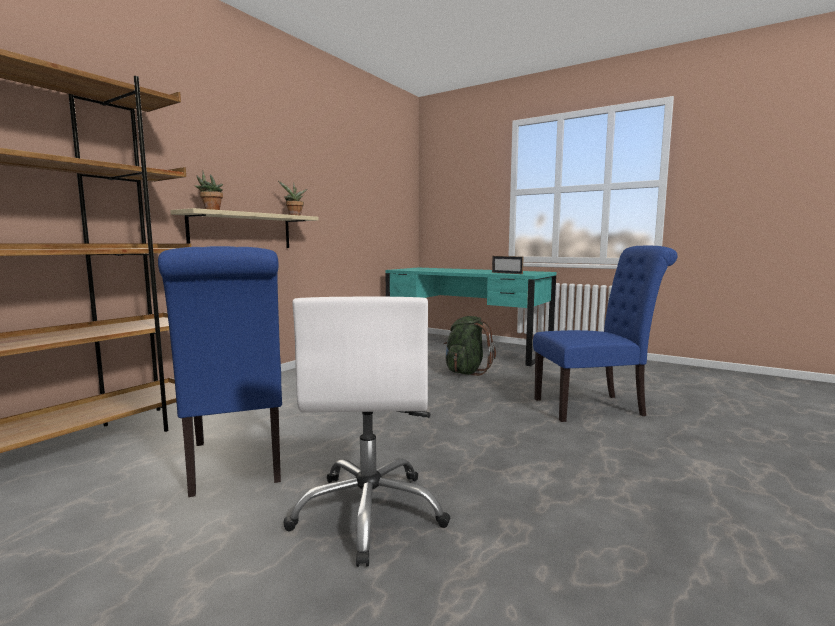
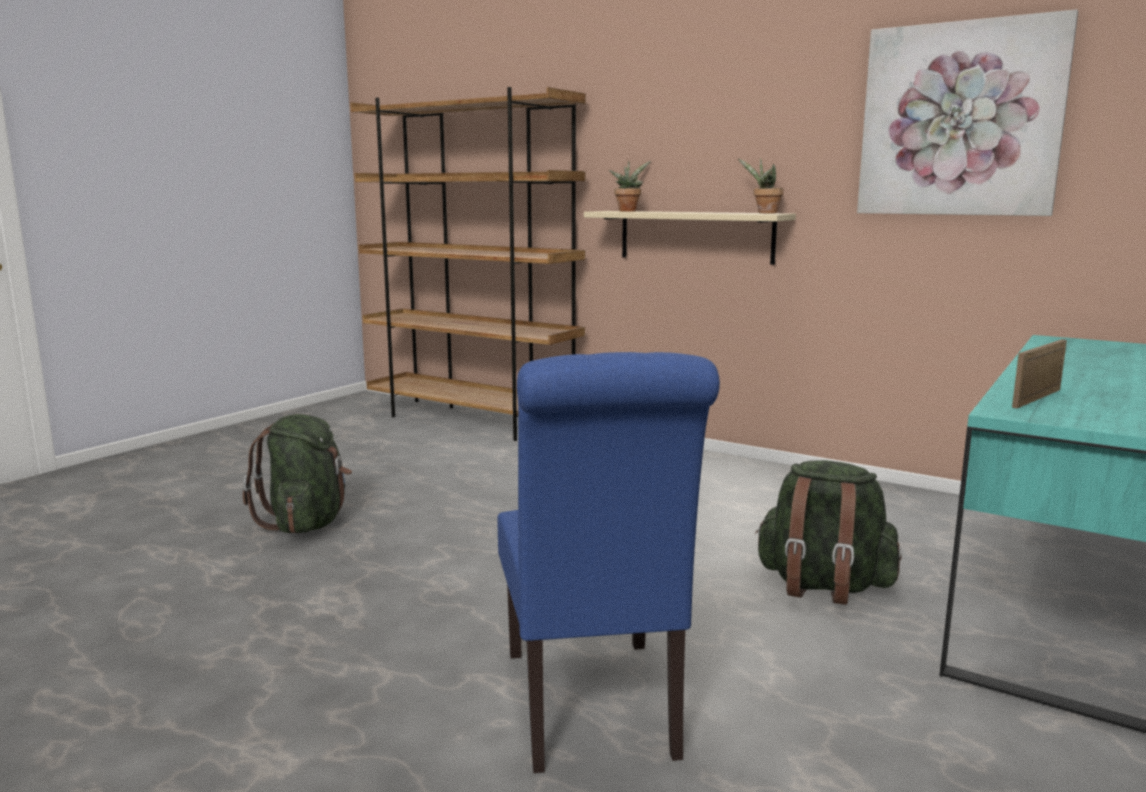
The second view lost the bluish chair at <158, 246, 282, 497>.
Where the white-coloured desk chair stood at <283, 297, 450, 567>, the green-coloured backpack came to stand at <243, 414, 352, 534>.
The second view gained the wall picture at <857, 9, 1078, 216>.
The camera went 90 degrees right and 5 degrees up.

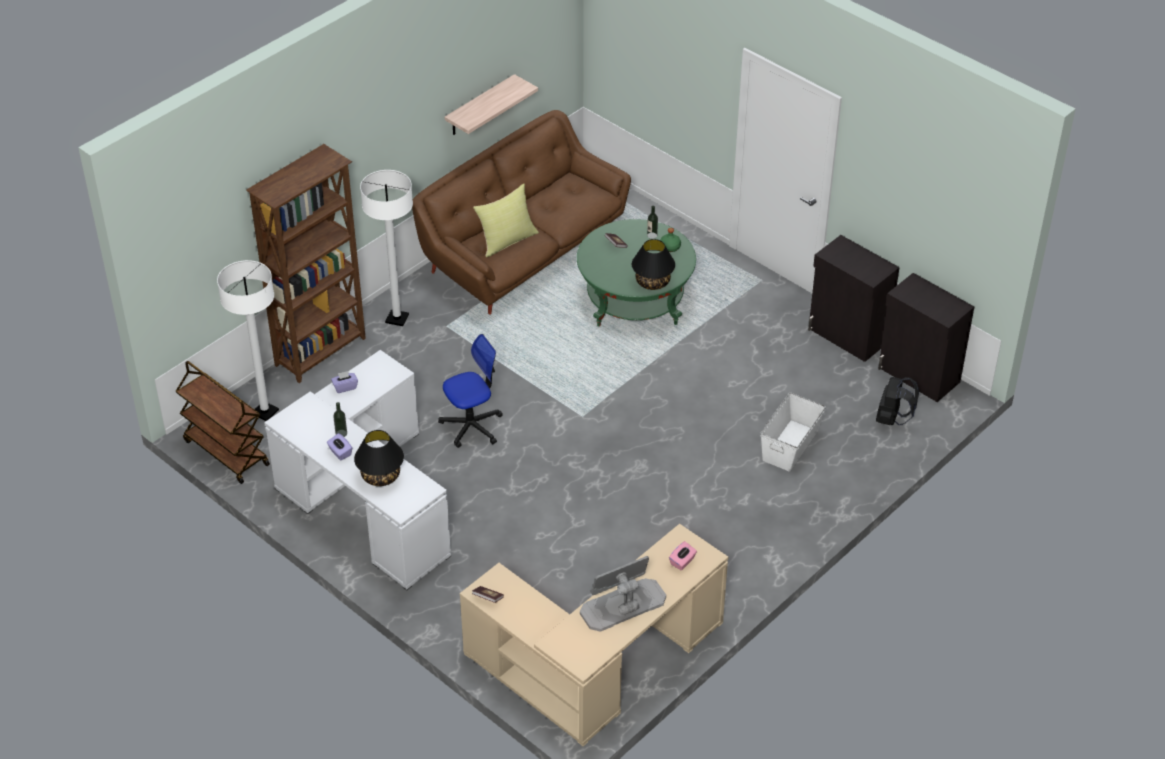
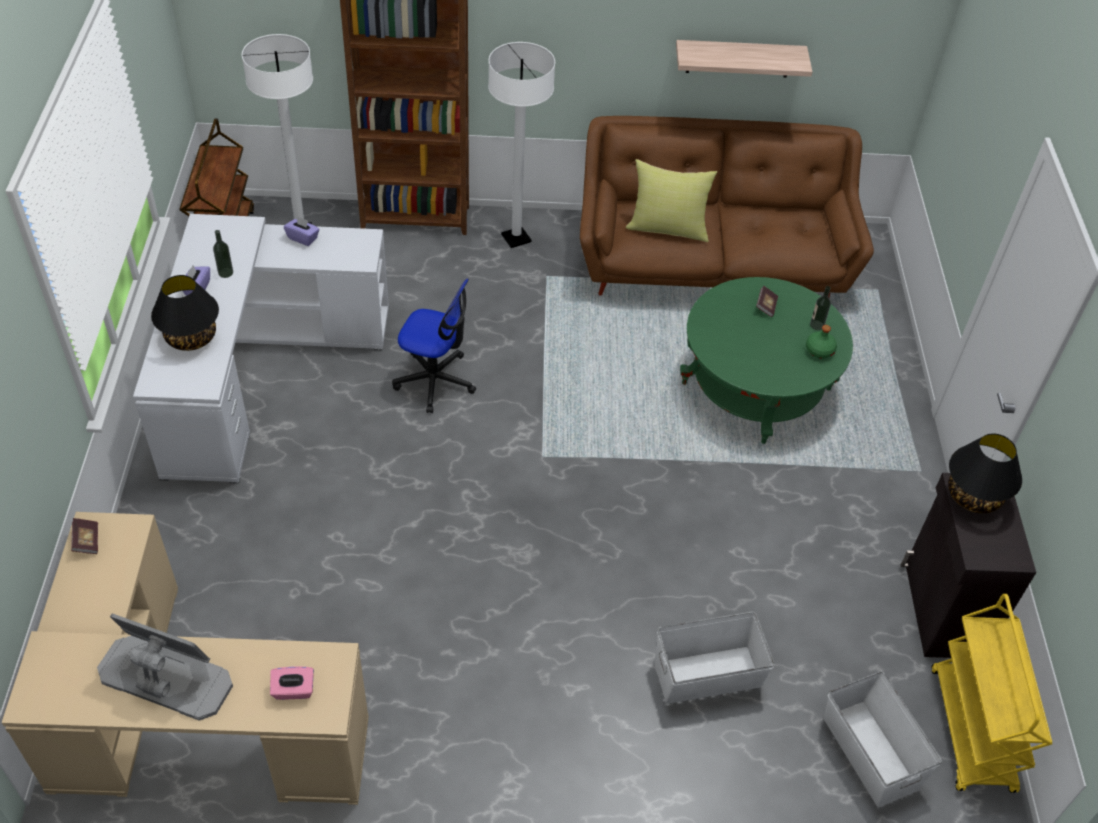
The black-coloured tabletop lamp ended up elsewhere, having gone from <632, 239, 675, 290> to <948, 433, 1022, 513>.
Where the black-coloured cupboard stood at <878, 273, 974, 402>, the yellow-coloured cart came to stand at <931, 594, 1052, 793>.
Where the black-coloured backpack stood at <876, 377, 919, 425>, the white-coloured storage container came to stand at <823, 671, 942, 807>.
The camera went 45 degrees right and 5 degrees up.

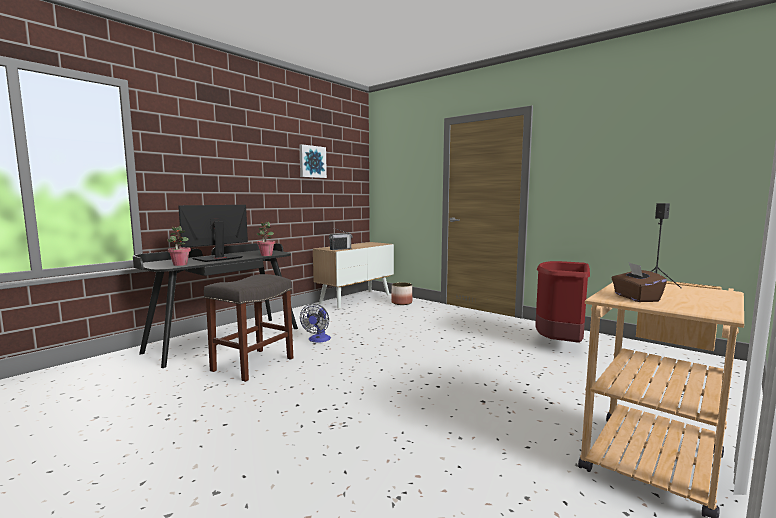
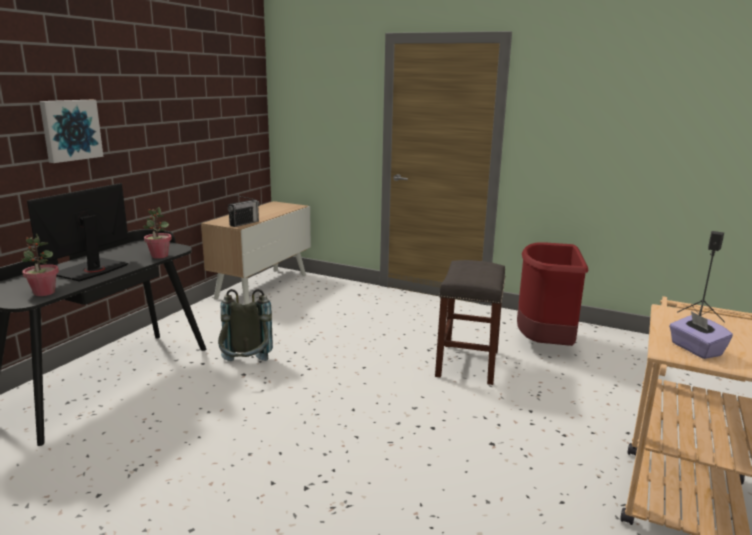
The wall picture ended up elsewhere, having gone from <299, 144, 327, 178> to <39, 100, 104, 163>.
What was the brown box of tissues at <612, 263, 667, 302> turned into the purplish box of tissues at <669, 311, 733, 359>.
The gray stool ended up elsewhere, having gone from <204, 274, 293, 382> to <435, 260, 505, 385>.
The second view lost the flower pot at <391, 282, 412, 305>.
Where the electric fan stood at <300, 304, 331, 343>, the gray backpack came to stand at <218, 289, 273, 361>.
The camera went 15 degrees left and 10 degrees up.

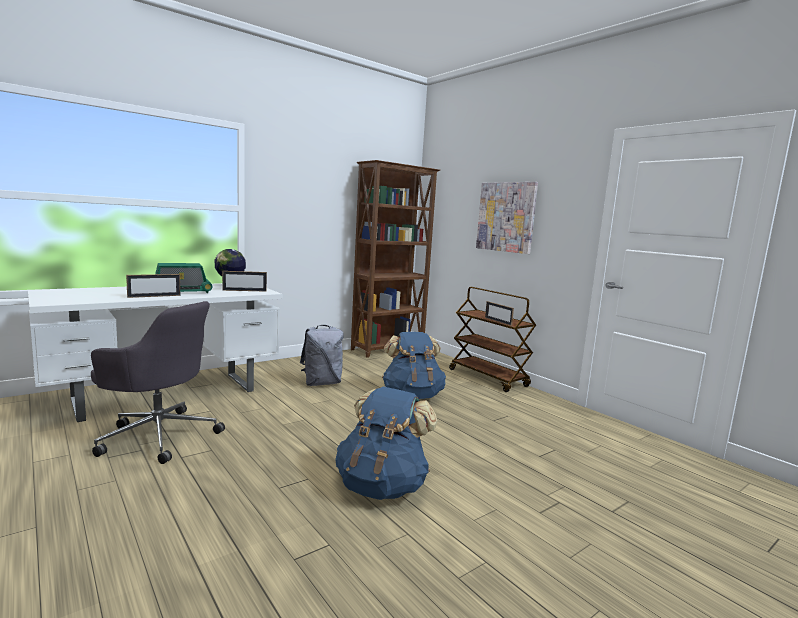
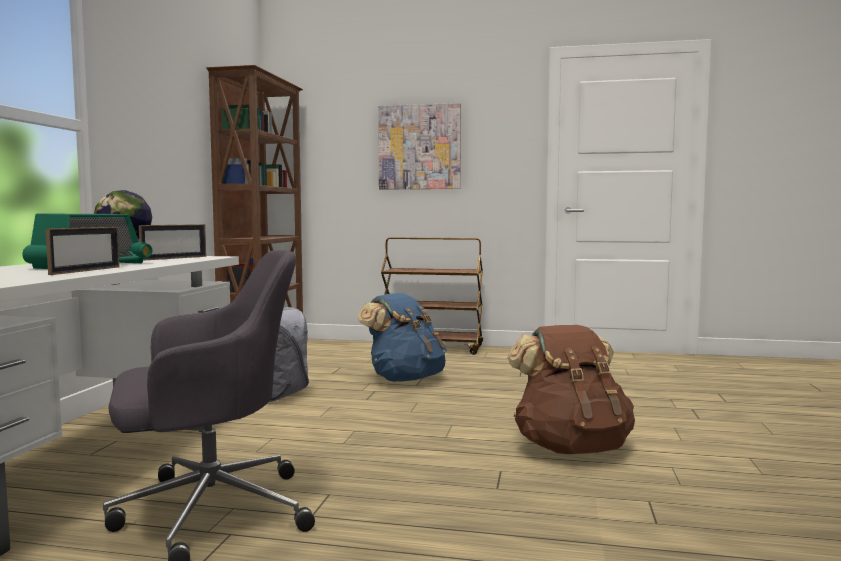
The second view lost the standing frame at <485, 301, 514, 326>.
What was the bluish backpack at <335, 386, 438, 500> turned into the brown backpack at <508, 325, 635, 454>.
The camera went 40 degrees left and 5 degrees down.

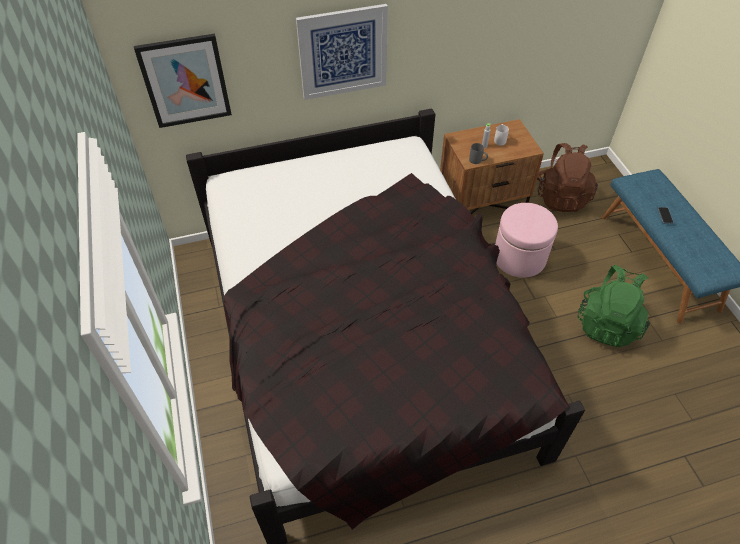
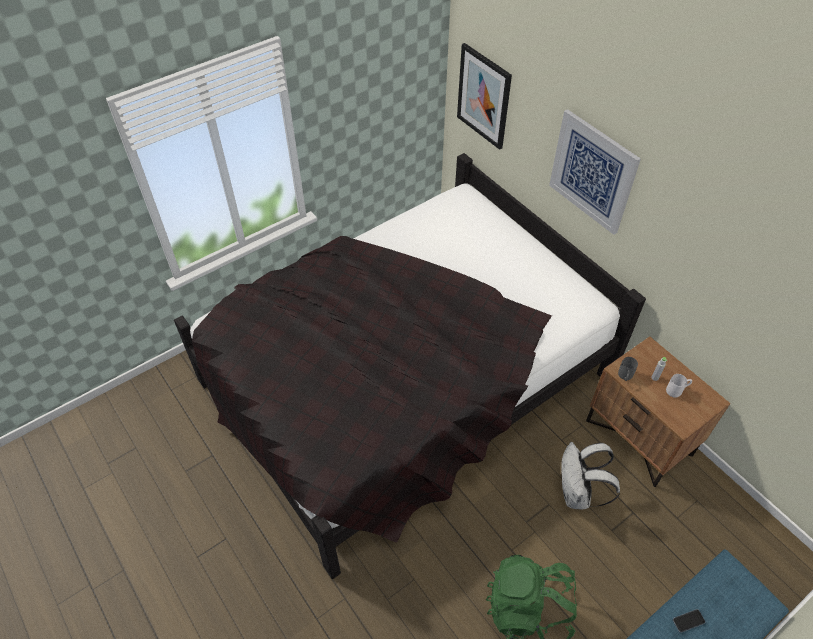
The second view lost the brown backpack at <537, 143, 598, 212>.
Where the pink footrest stood at <495, 203, 558, 278>, the white-coloured backpack came to stand at <561, 442, 620, 509>.
The camera went 70 degrees right and 0 degrees up.

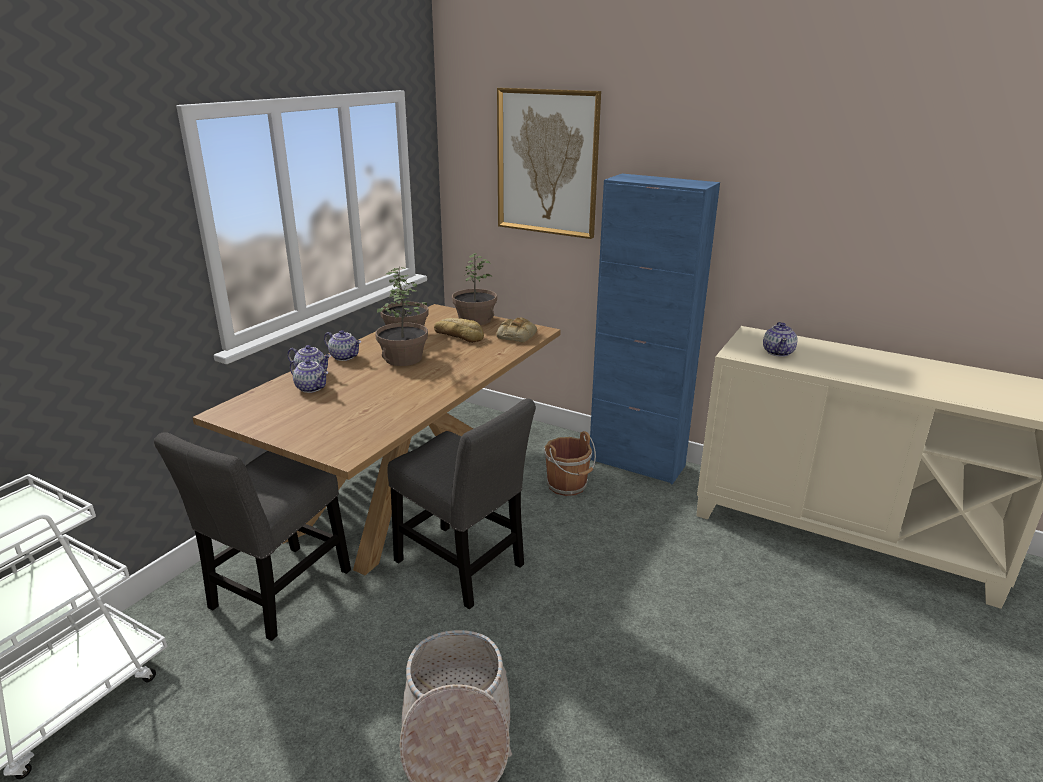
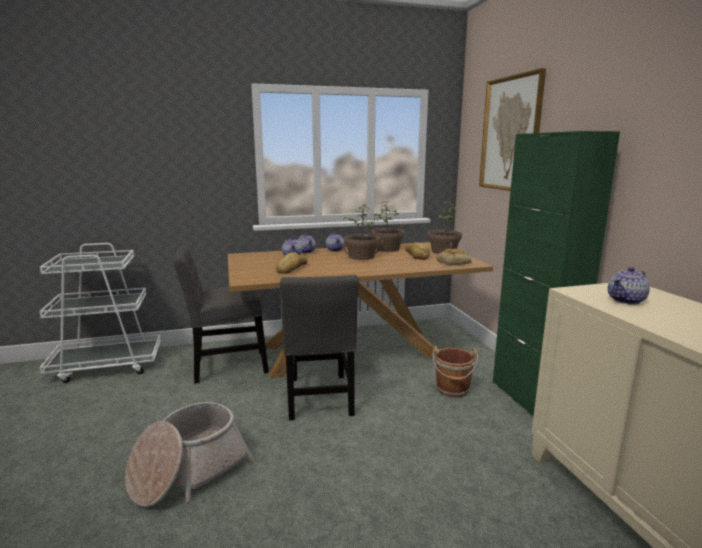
What was the bluish cupboard at <590, 174, 720, 484> turned into the green-coloured cupboard at <493, 131, 620, 417>.
The second view gained the bread at <276, 252, 308, 274>.
The camera went 45 degrees right and 10 degrees down.

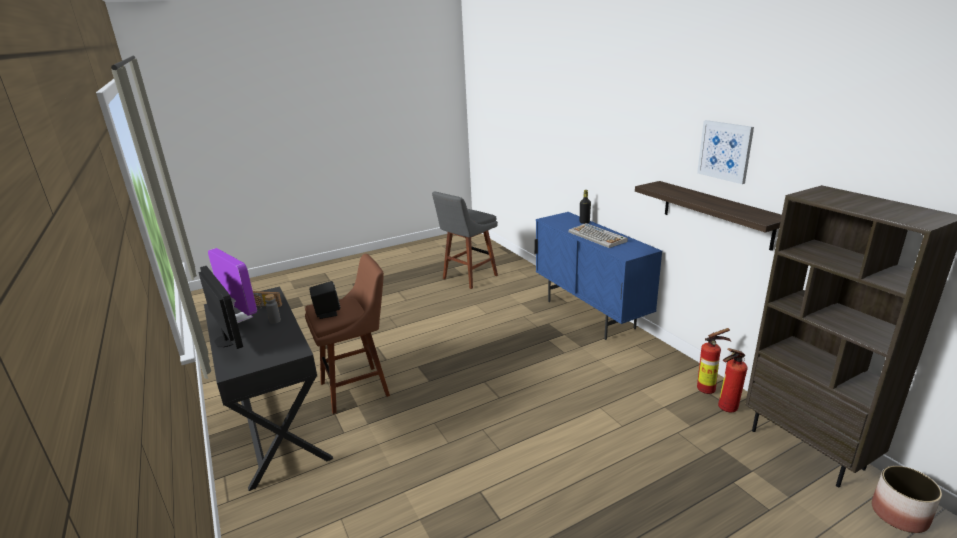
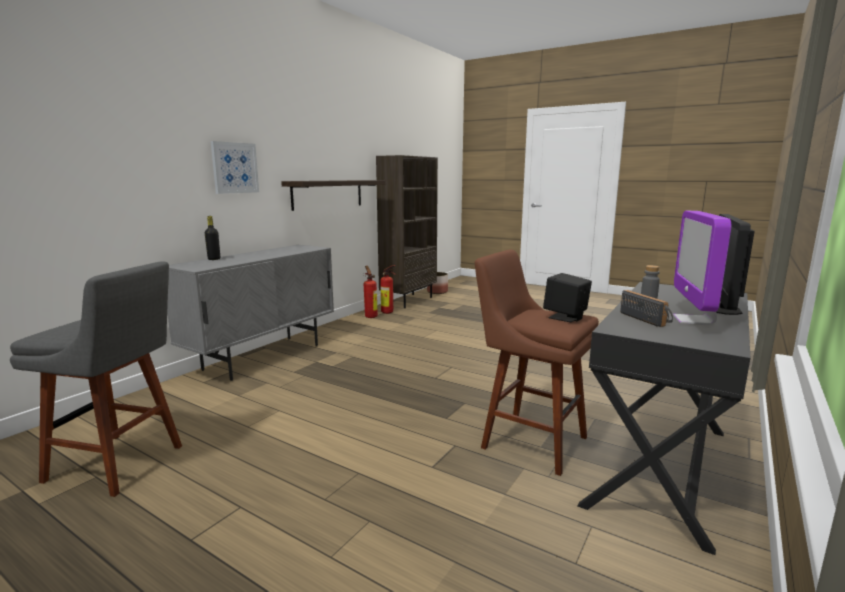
The wall picture ended up elsewhere, having gone from <697, 120, 754, 184> to <211, 141, 259, 194>.
What was the bluish cupboard at <535, 212, 662, 340> turned into the gray cupboard at <167, 245, 334, 381>.
The second view lost the keyboard at <569, 223, 628, 248>.
The camera went 120 degrees left and 10 degrees down.

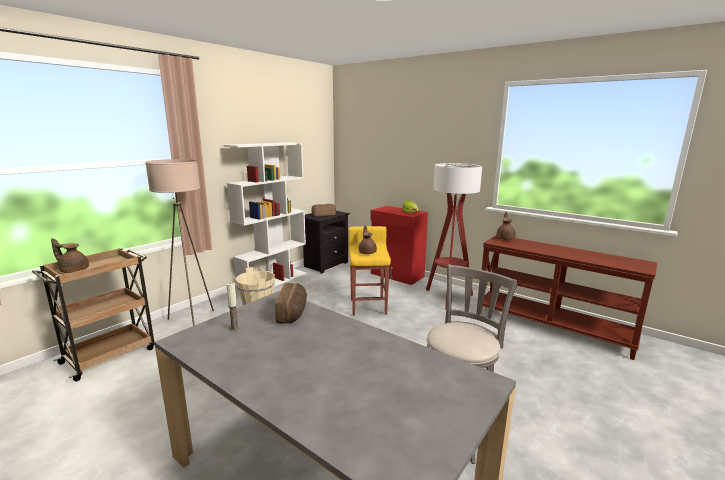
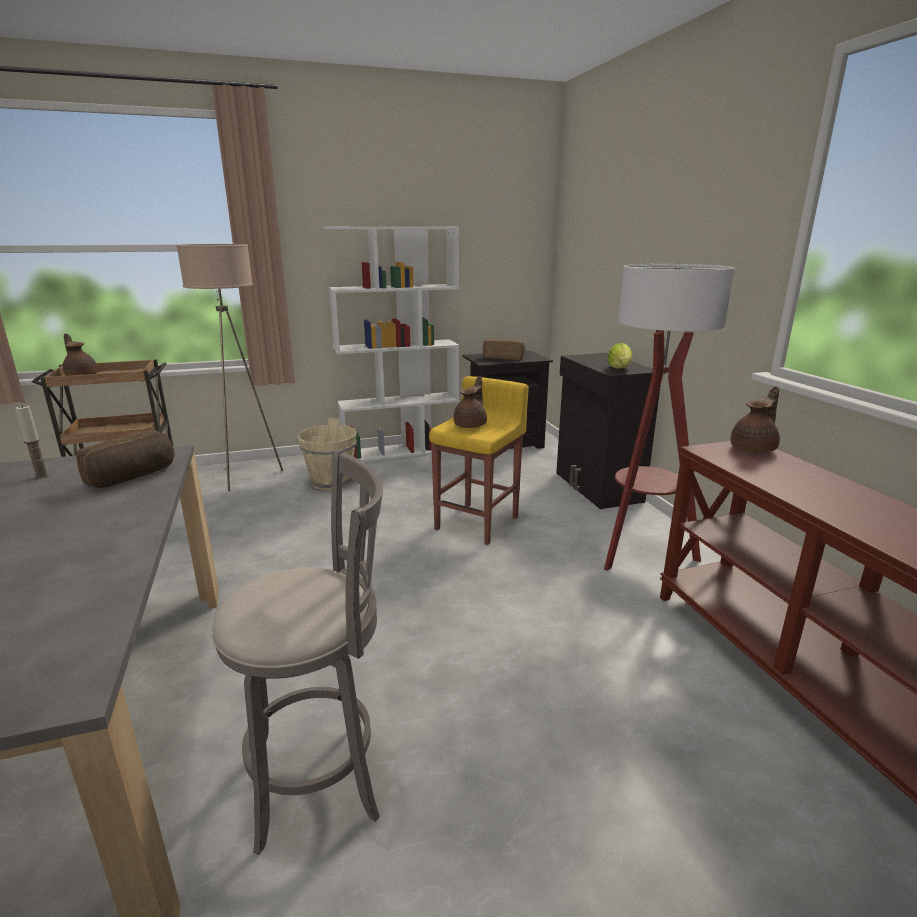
What was the reddish cupboard at <370, 206, 428, 285> turned into the black-coloured cupboard at <556, 353, 661, 509>.
The camera went 35 degrees right and 5 degrees up.

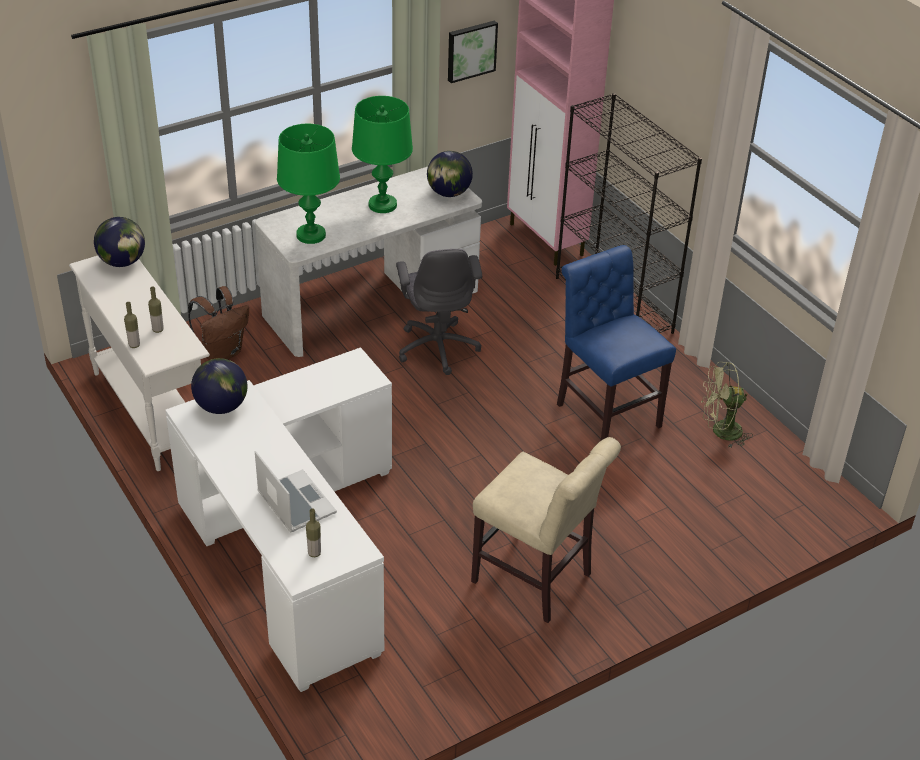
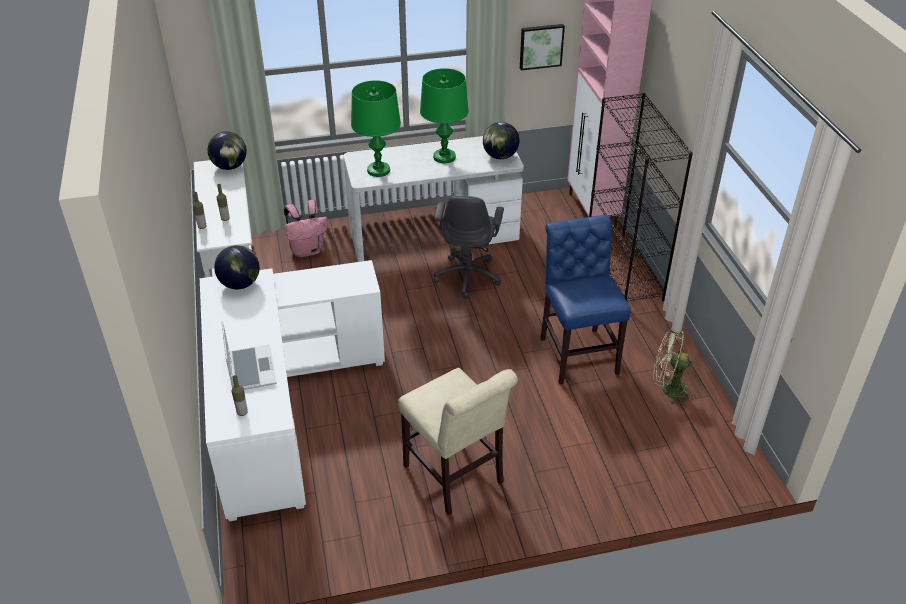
What was the brown backpack at <188, 286, 249, 360> turned into the pink backpack at <284, 200, 327, 258>.
The camera went 20 degrees right and 0 degrees up.

